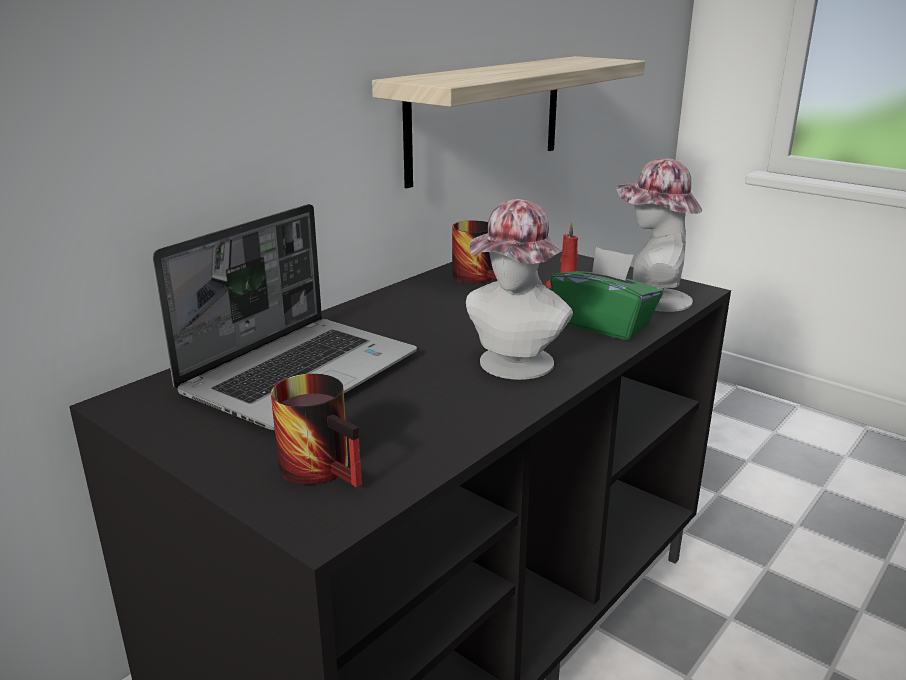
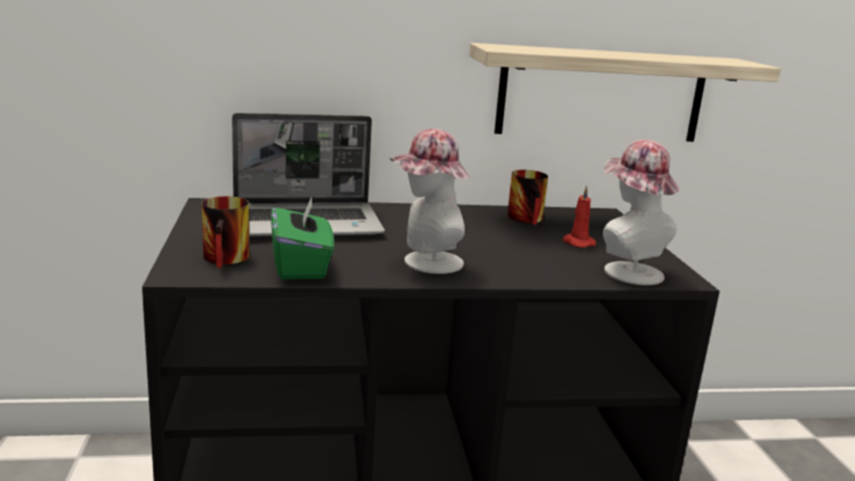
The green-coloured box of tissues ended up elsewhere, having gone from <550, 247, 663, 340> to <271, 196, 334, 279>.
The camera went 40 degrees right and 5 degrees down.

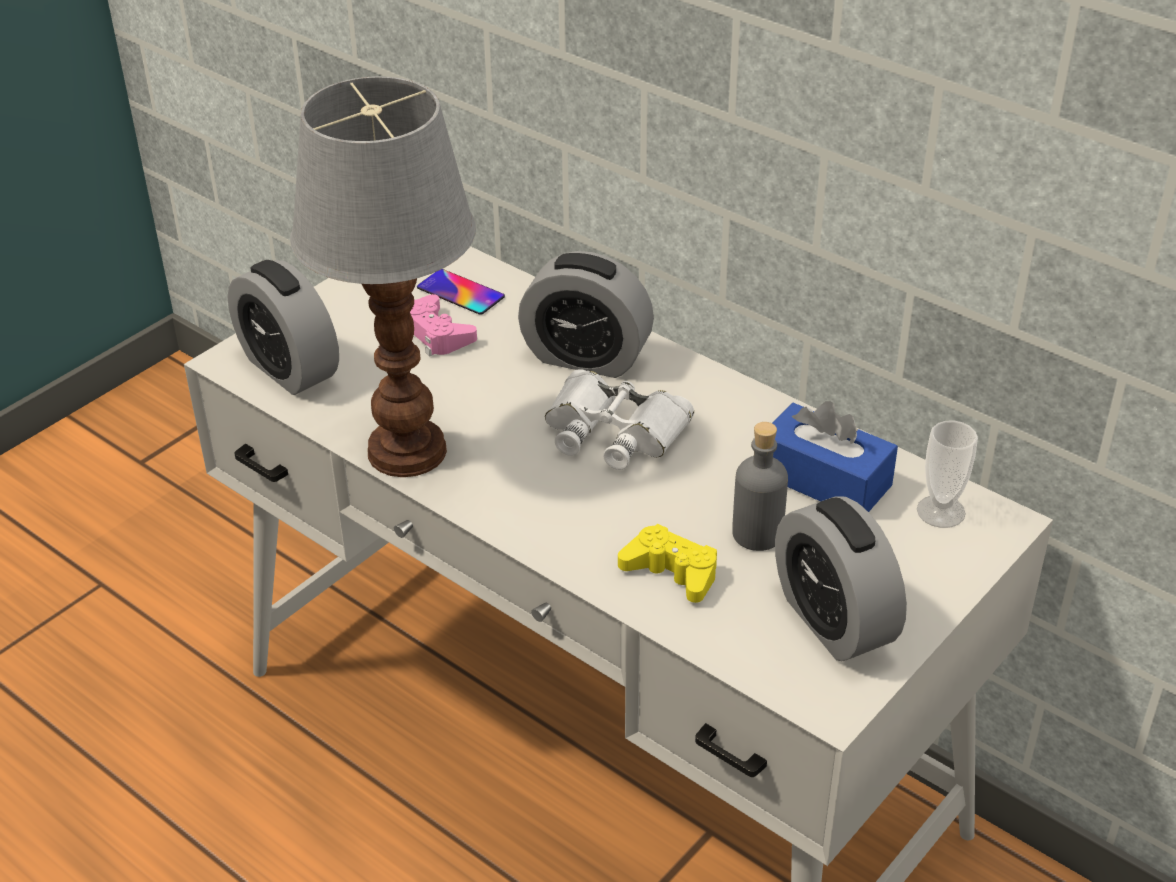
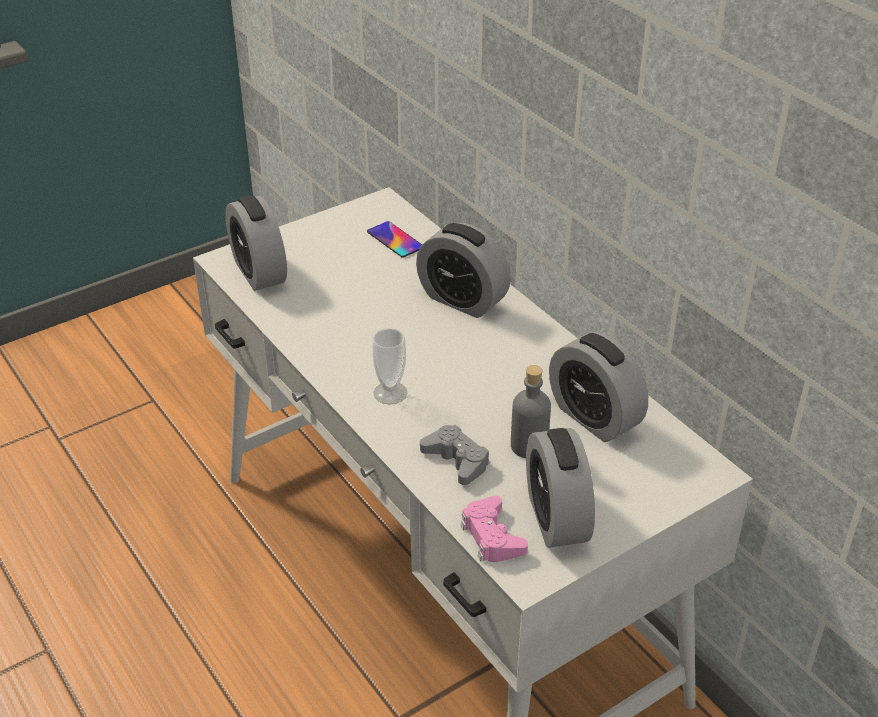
The second view lost the tabletop lamp at <290, 76, 476, 477>.
The pink joypad ended up elsewhere, having gone from <410, 294, 477, 356> to <461, 496, 528, 562>.
The second view lost the white-coloured pair of binoculars at <545, 369, 694, 470>.
Where the bluish box of tissues stood at <772, 401, 898, 512>, the bedside clock came to stand at <549, 332, 648, 442>.
The drinking cup ended up elsewhere, having gone from <917, 420, 978, 528> to <372, 328, 408, 405>.
What was the yellow-coloured joypad at <618, 524, 717, 603> turned into the gray joypad at <420, 425, 489, 485>.
The camera went 15 degrees right and 0 degrees up.

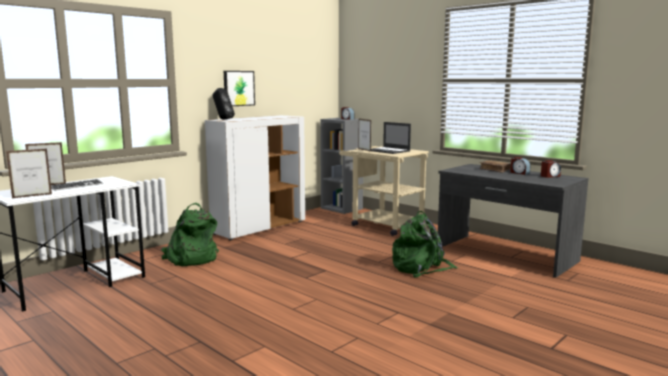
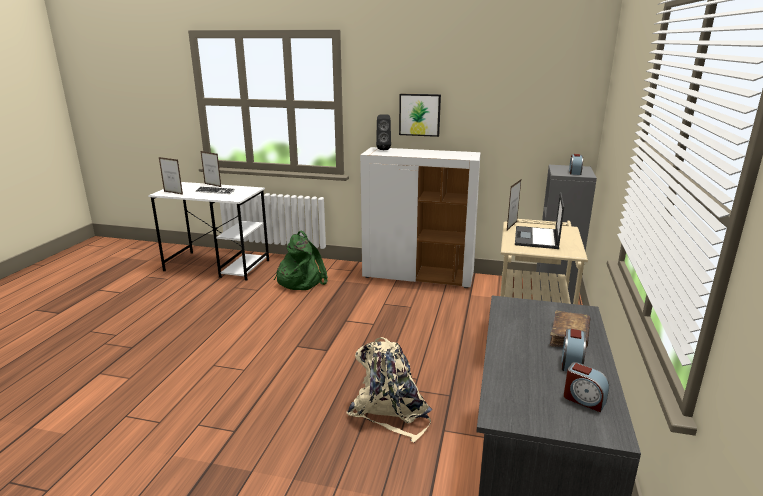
What was the green-coloured backpack at <392, 211, 458, 278> turned into the beige backpack at <346, 337, 432, 443>.
The camera went 60 degrees right and 10 degrees up.

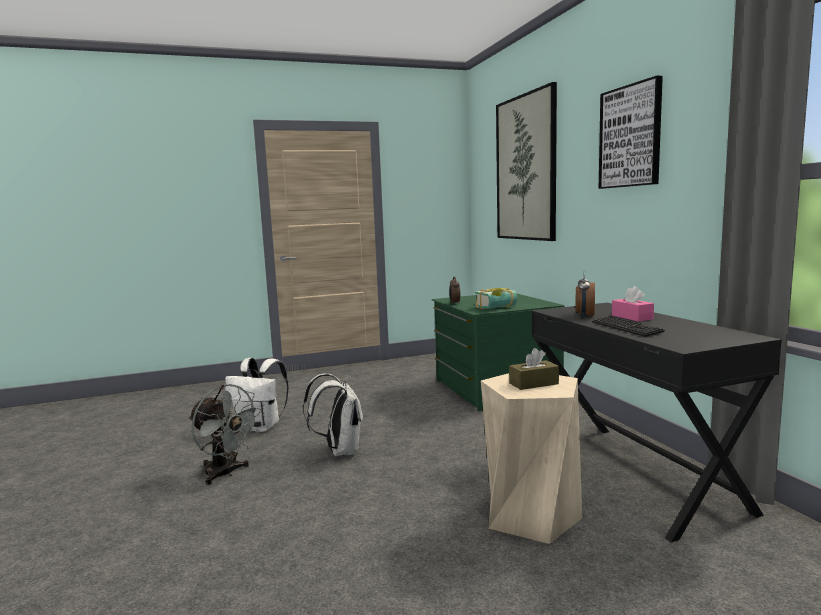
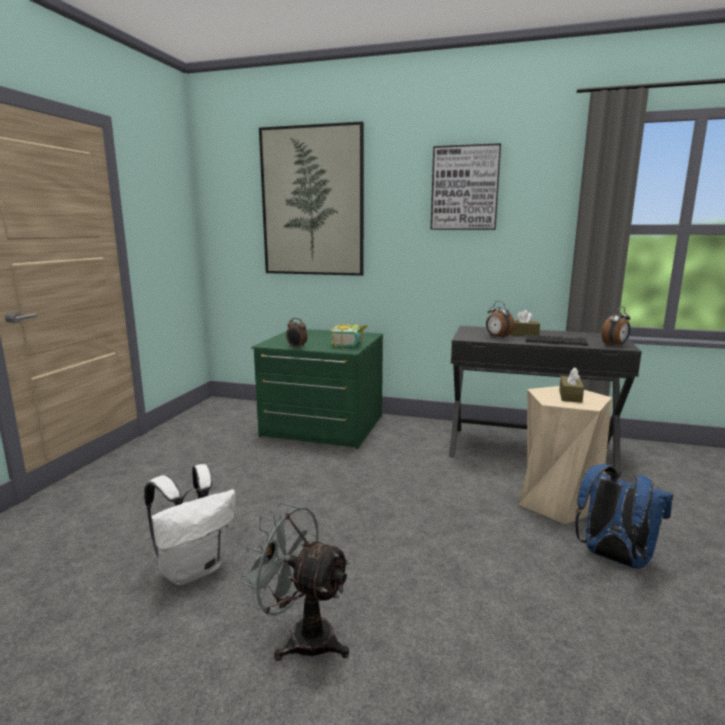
What was the pink box of tissues at <612, 286, 654, 321> turned into the brown box of tissues at <510, 310, 540, 336>.
The second view lost the white-coloured backpack at <303, 373, 363, 456>.
The gray electric fan at <189, 384, 262, 485> ended up facing another way, 135 degrees counterclockwise from before.
The second view gained the bedside clock at <602, 307, 630, 347>.
The second view gained the bluish backpack at <575, 464, 673, 569>.
The camera went 55 degrees left and 5 degrees up.

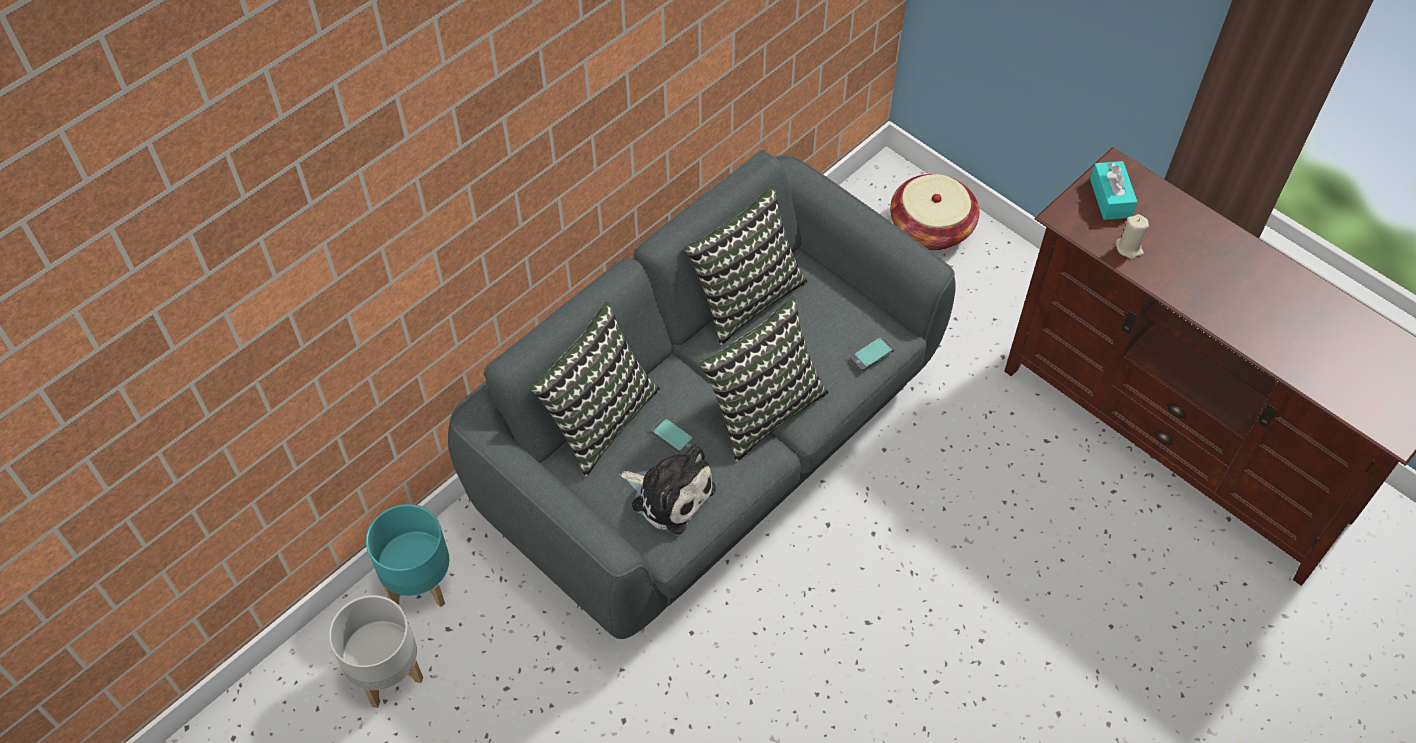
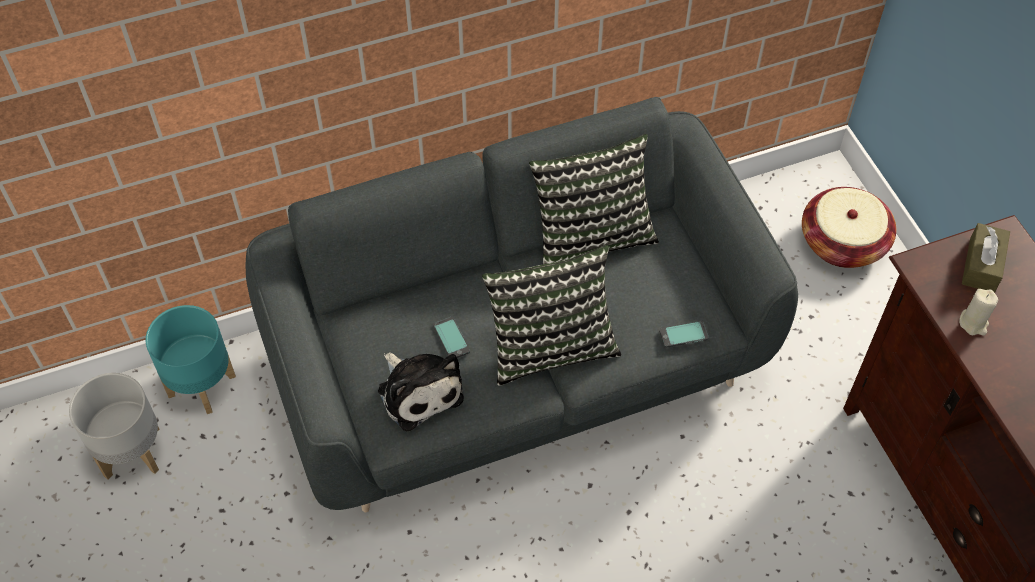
What was the turquoise box of tissues at <1090, 161, 1137, 220> turned into the brown box of tissues at <962, 223, 1010, 293>.
The second view lost the throw pillow at <530, 302, 660, 476>.
The camera went 25 degrees right and 0 degrees up.

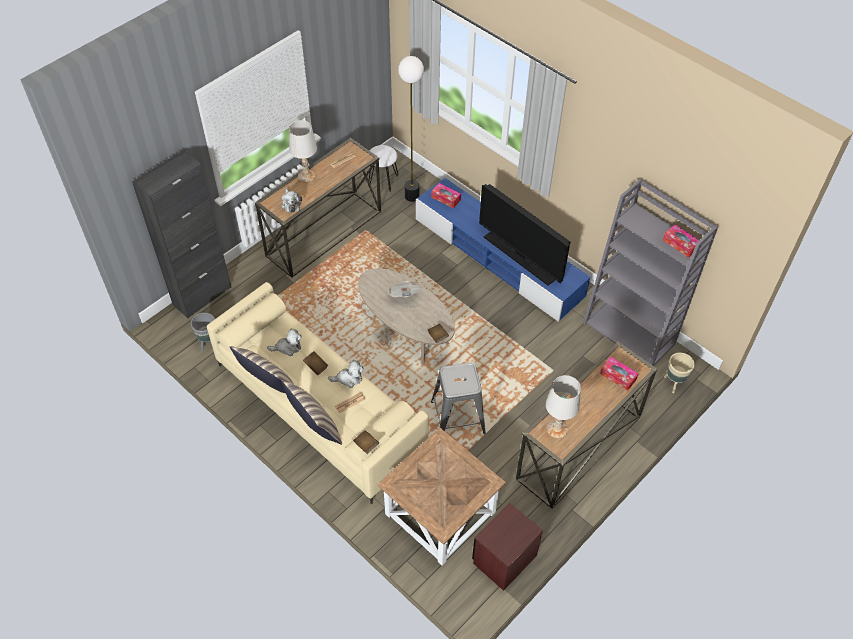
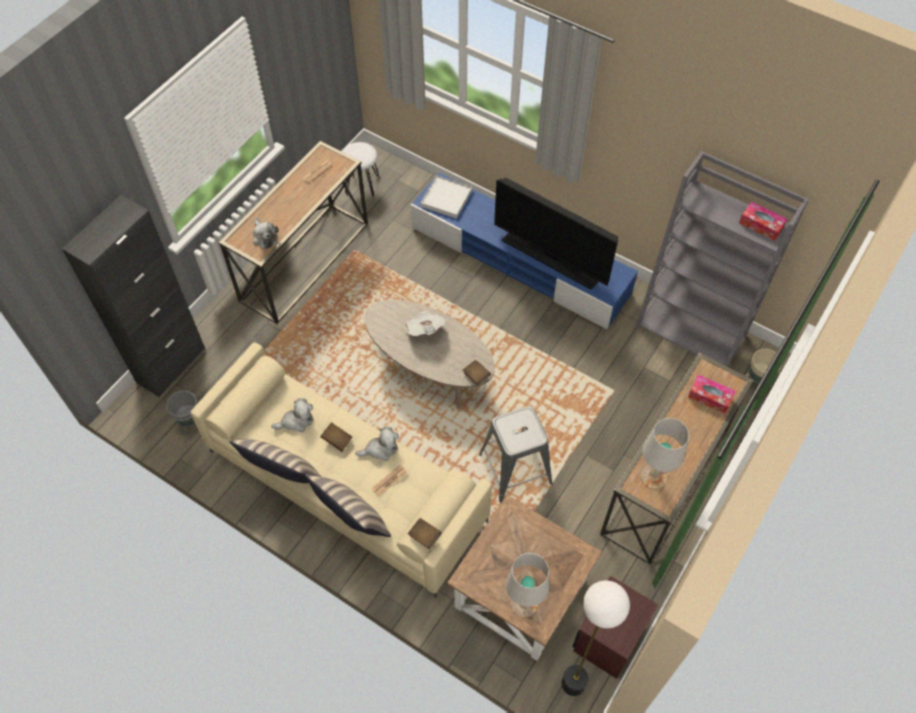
The standing lamp ended up elsewhere, having gone from <398, 56, 424, 202> to <562, 580, 630, 696>.
The white-coloured tabletop lamp ended up elsewhere, having gone from <289, 120, 317, 183> to <506, 553, 550, 618>.
Where the box of tissues stood at <431, 183, 461, 208>, the white-coloured carrying tray came to stand at <420, 175, 472, 219>.
The camera went 10 degrees left and 5 degrees up.

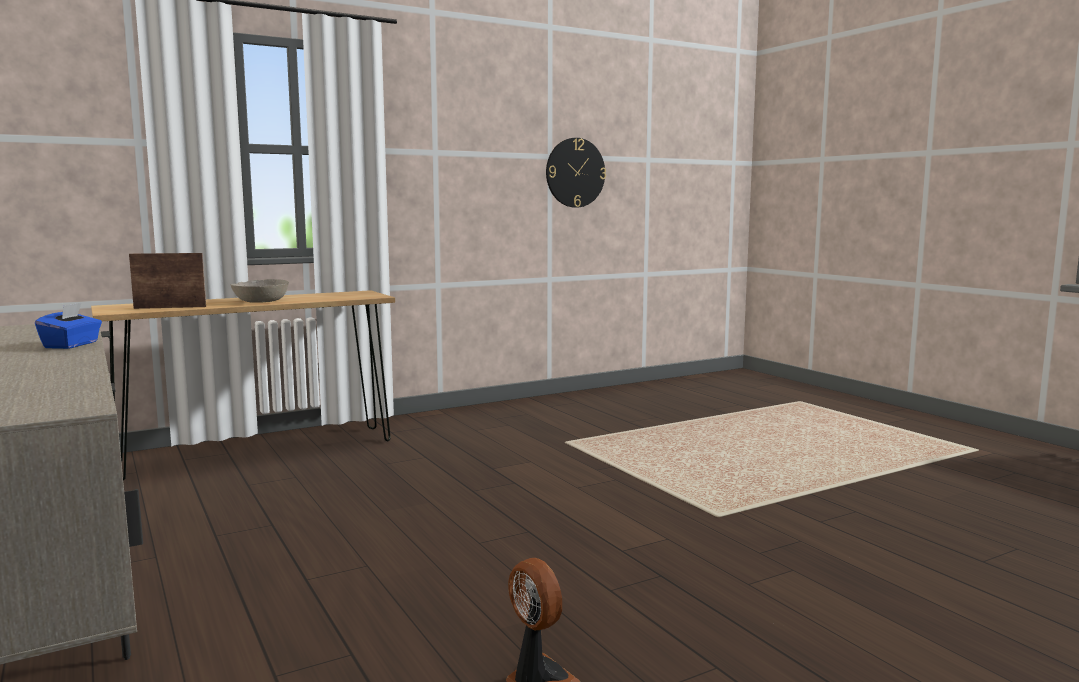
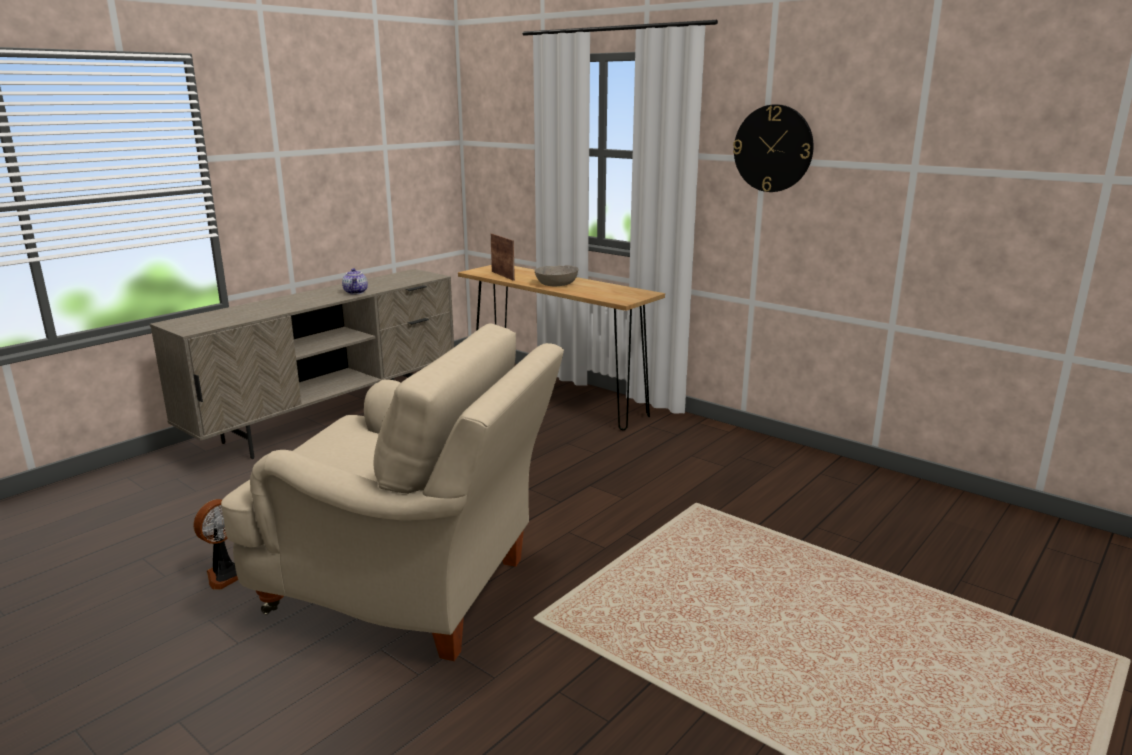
The clock on the wall ended up elsewhere, having gone from <546, 138, 606, 208> to <733, 104, 813, 192>.
Where the bluish box of tissues stood at <35, 303, 102, 349>, the pot for tea came to stand at <342, 268, 368, 294>.
The second view gained the beige lounge chair at <221, 323, 564, 661>.
The camera went 70 degrees right and 10 degrees up.

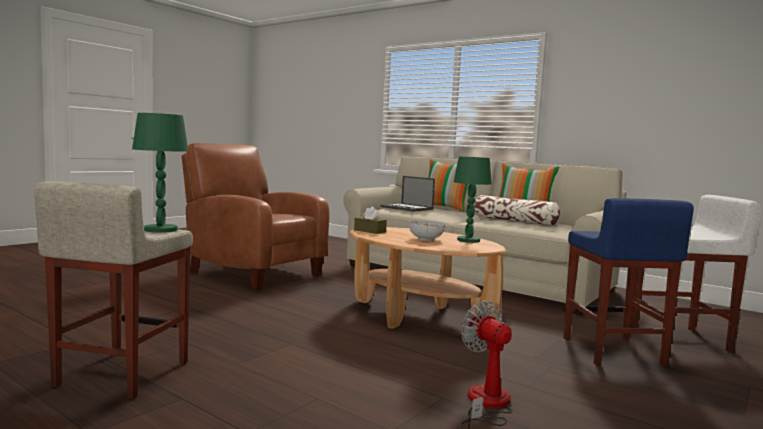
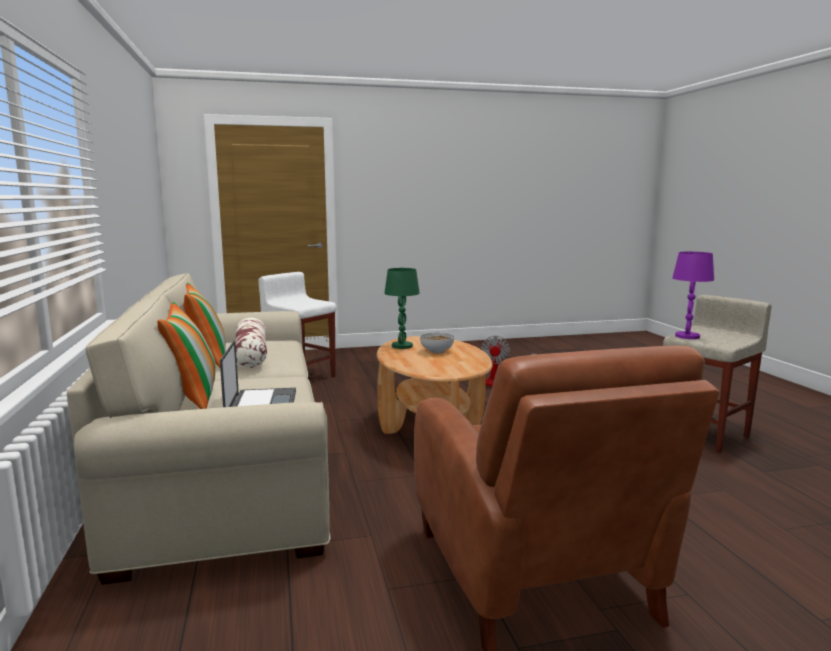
What was the green-coloured tabletop lamp at <132, 113, 188, 233> turned into the purplish tabletop lamp at <673, 252, 714, 339>.
The second view lost the bluish stool at <563, 198, 694, 366>.
The second view lost the brown box of tissues at <354, 207, 387, 234>.
The camera went 140 degrees left and 5 degrees up.

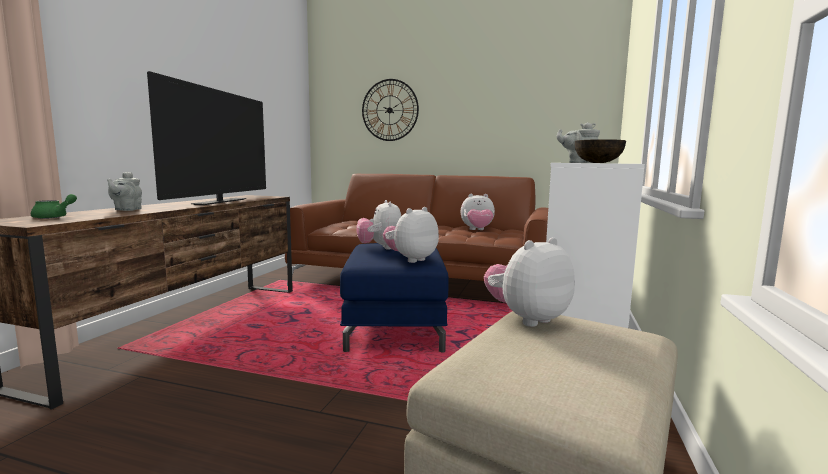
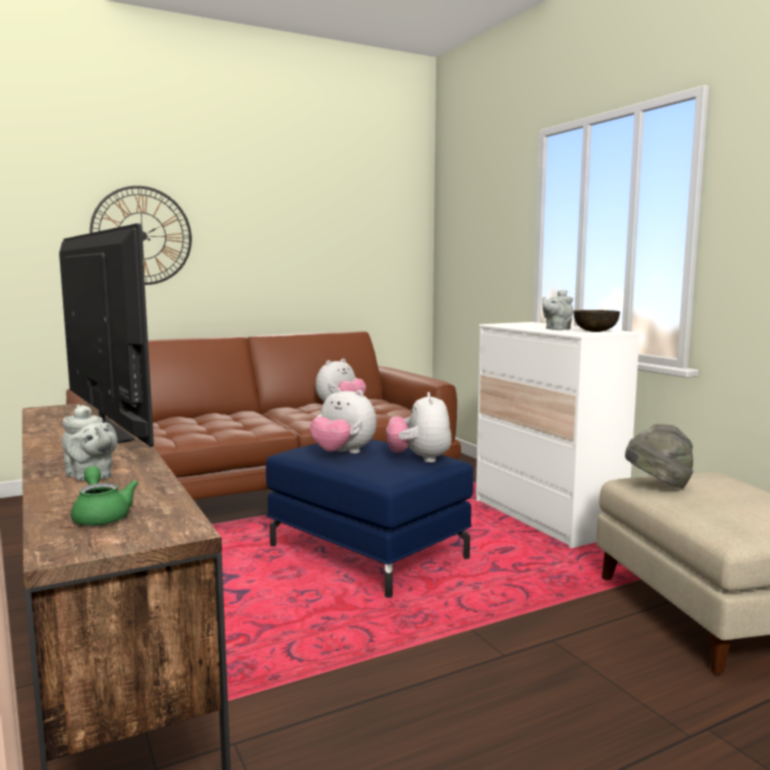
Where the soft toy stood at <484, 237, 575, 327>, the gray hat came to stand at <625, 424, 693, 488>.
The camera went 45 degrees left and 0 degrees up.

